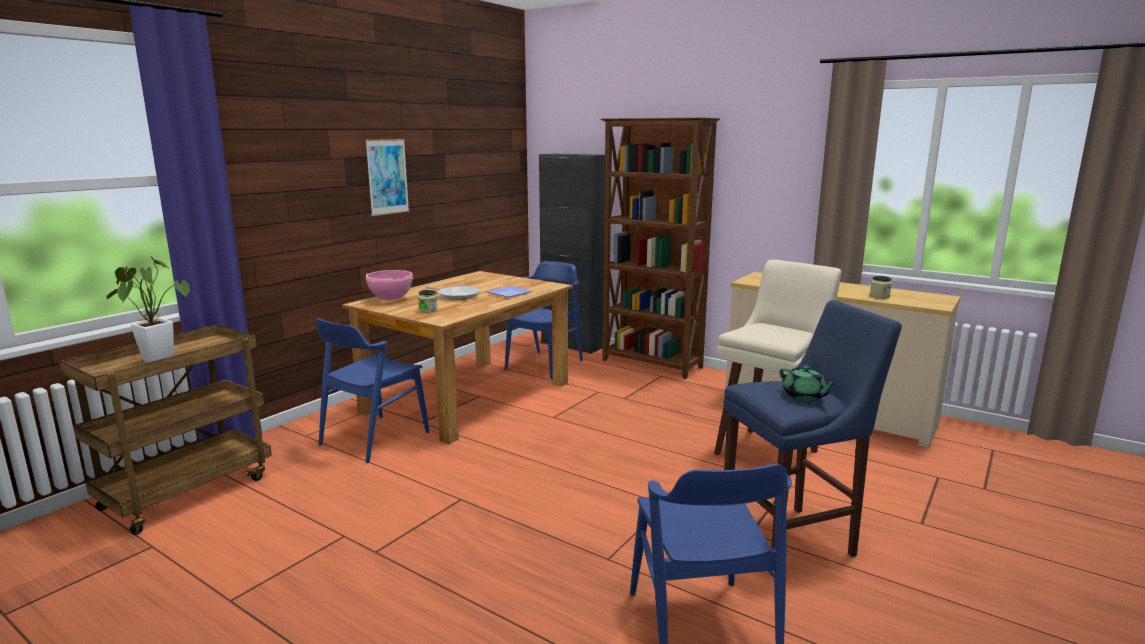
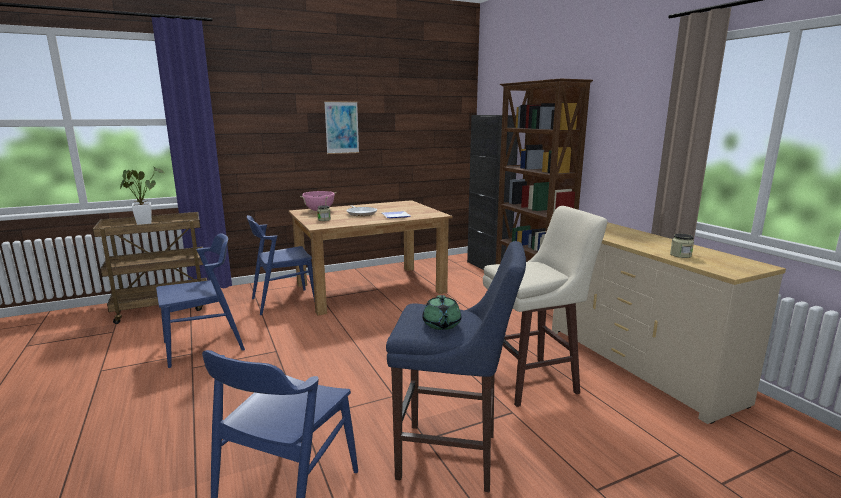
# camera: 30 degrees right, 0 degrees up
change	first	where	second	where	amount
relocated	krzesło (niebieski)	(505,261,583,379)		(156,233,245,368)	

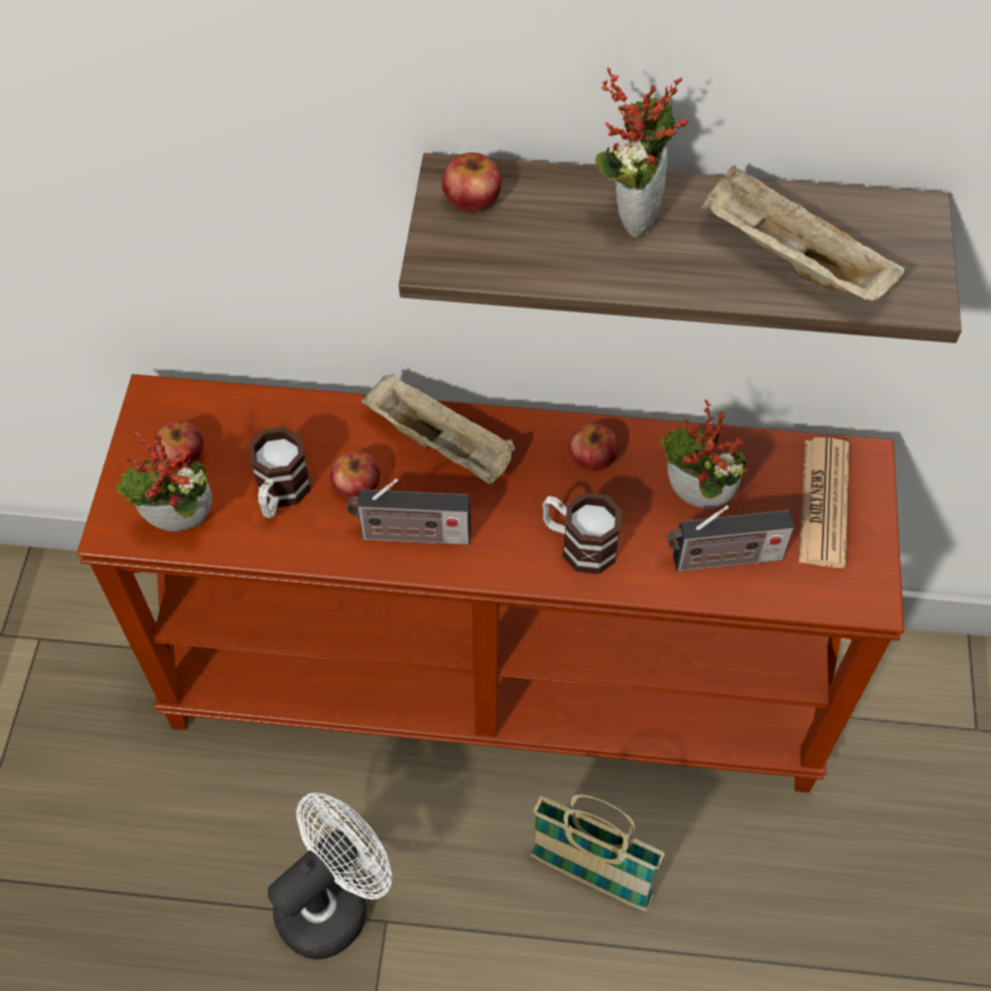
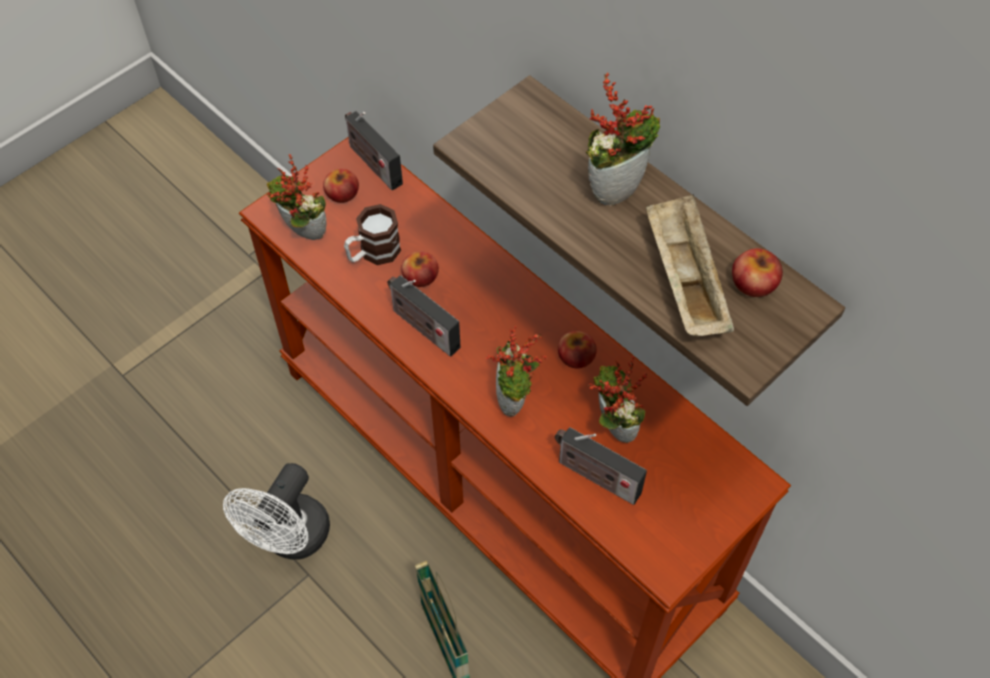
# camera: 40 degrees right, 0 degrees up
change	first	where	second	where	amount
spun	wentylator (biały)	(268,793,392,960)		(223,463,330,560)	120 degrees clockwise
appeared			radio	(345,111,403,190)	
exchanged	kubek	(542,492,622,574)	roślina doniczkowa	(486,326,548,417)	
relocated	jabłko	(442,153,502,212)		(732,248,783,297)	
missing	taca (beżowy)	(362,374,515,484)			
missing	gazeta	(799,437,849,568)			

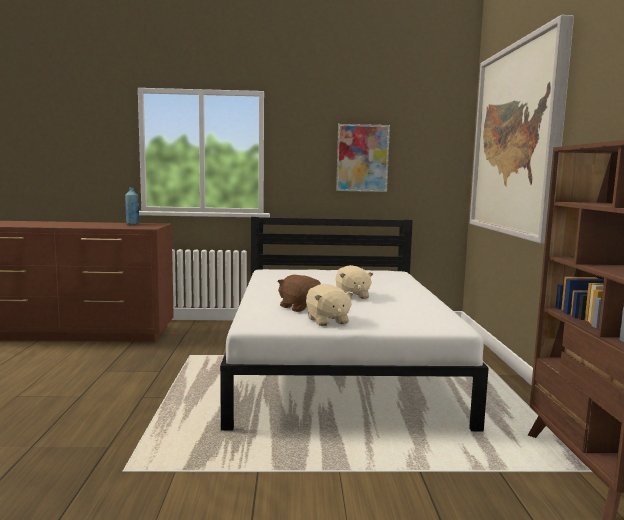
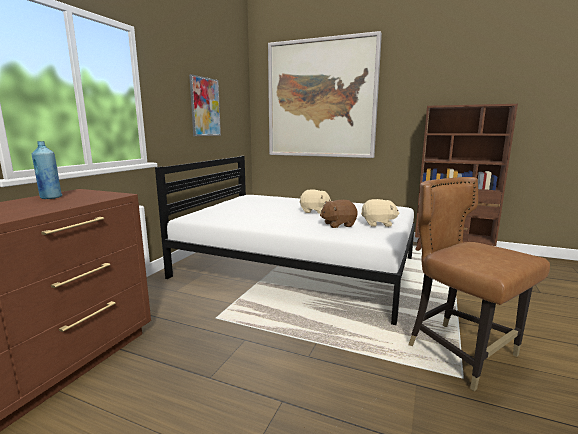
# camera: 65 degrees left, 5 degrees up
change	first	where	second	where	amount
appeared			krzesło (brązowy)	(409,177,550,391)	

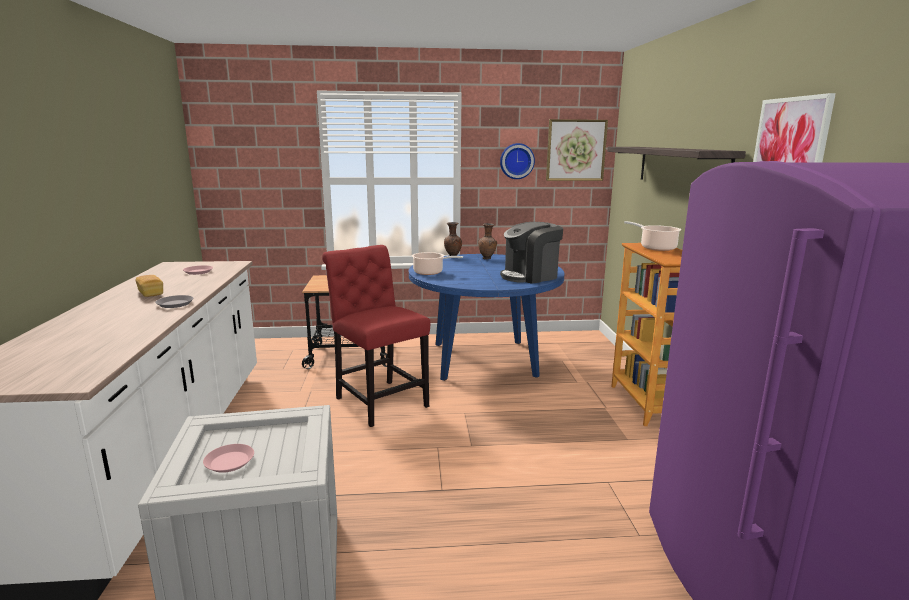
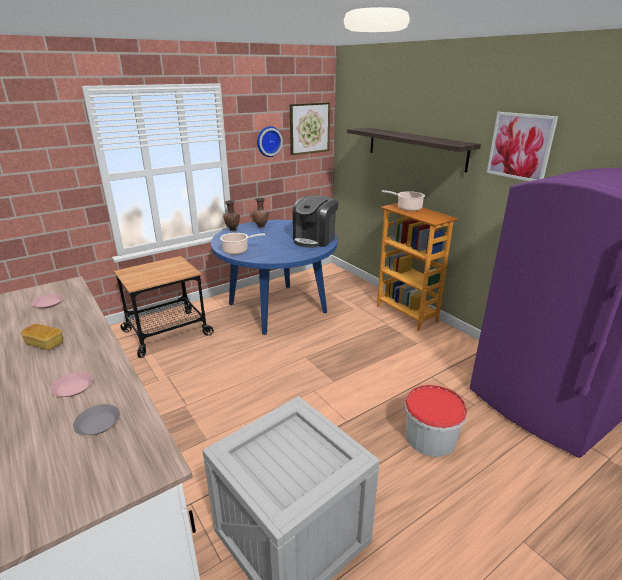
# camera: 30 degrees left, 10 degrees up
change	first	where	second	where	amount
relocated	talerz (różowy)	(203,444,254,473)		(50,372,93,397)	
relocated	talerz (szary)	(155,295,193,308)		(73,404,120,435)	
appeared			wiadro	(404,385,467,457)	
missing	krzesło (czerwony)	(322,245,430,427)			

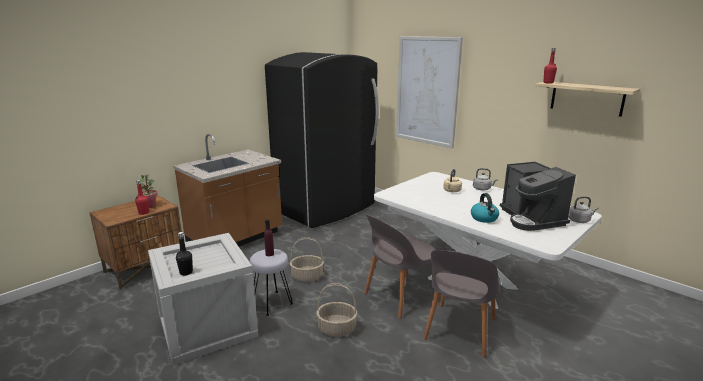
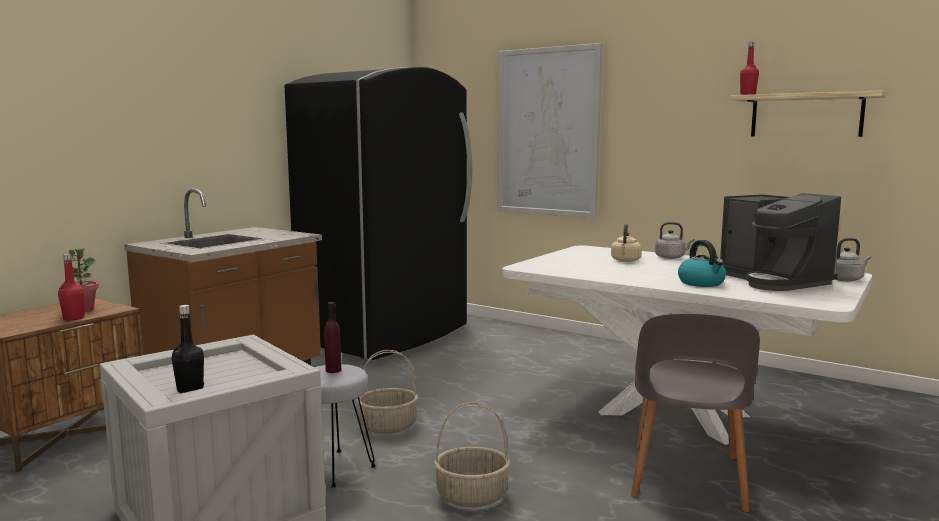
# camera: 10 degrees left, 10 degrees down
change	first	where	second	where	amount
missing	krzesło (szary)	(364,215,441,319)			

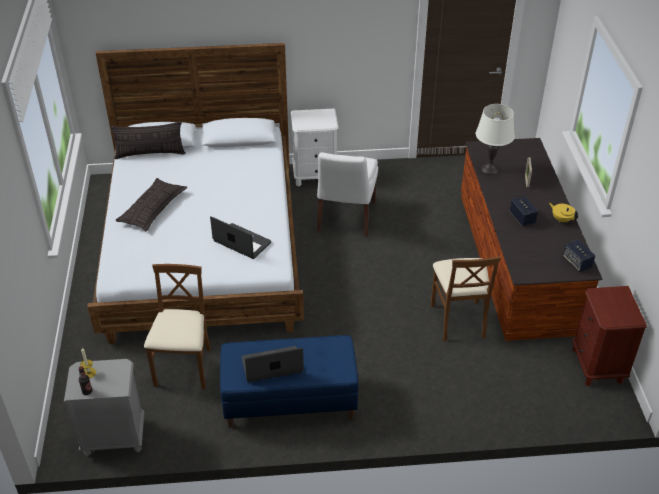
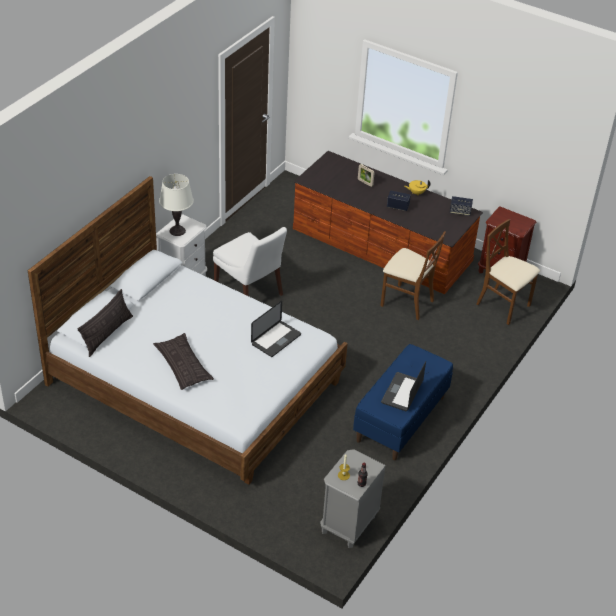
# camera: 55 degrees left, 0 degrees up
change	first	where	second	where	amount
relocated	lampa stołowa (biały)	(476,104,515,175)		(159,174,194,236)	
spun	laptop	(210,216,271,259)		(251,301,301,357)	150 degrees clockwise
relocated	krzesło (brązowy)	(144,264,211,390)		(476,219,540,325)	

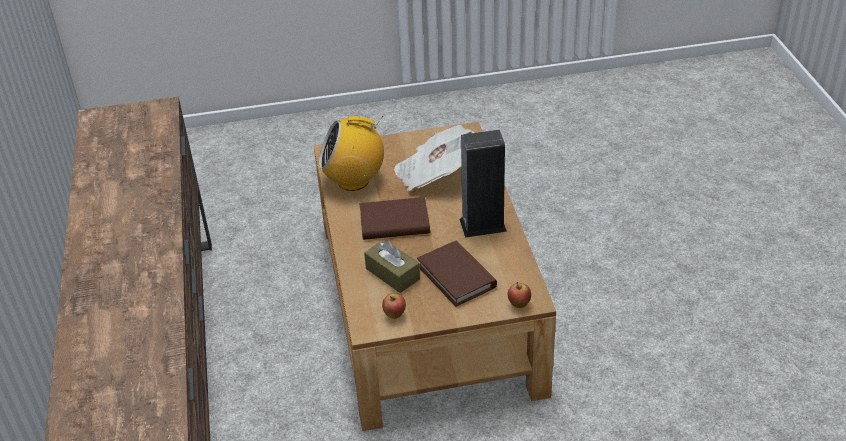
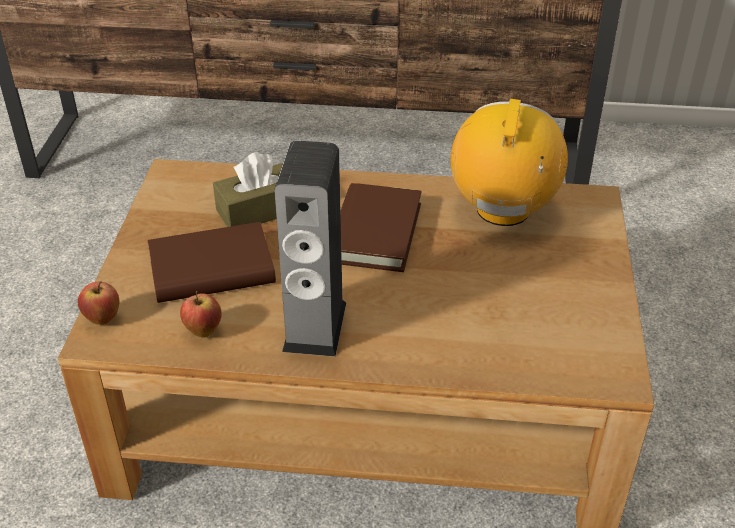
# camera: 105 degrees right, 0 degrees up
change	first	where	second	where	amount
relocated	jabłko	(382,293,406,319)		(180,291,222,338)	
missing	gazeta	(394,125,474,191)			

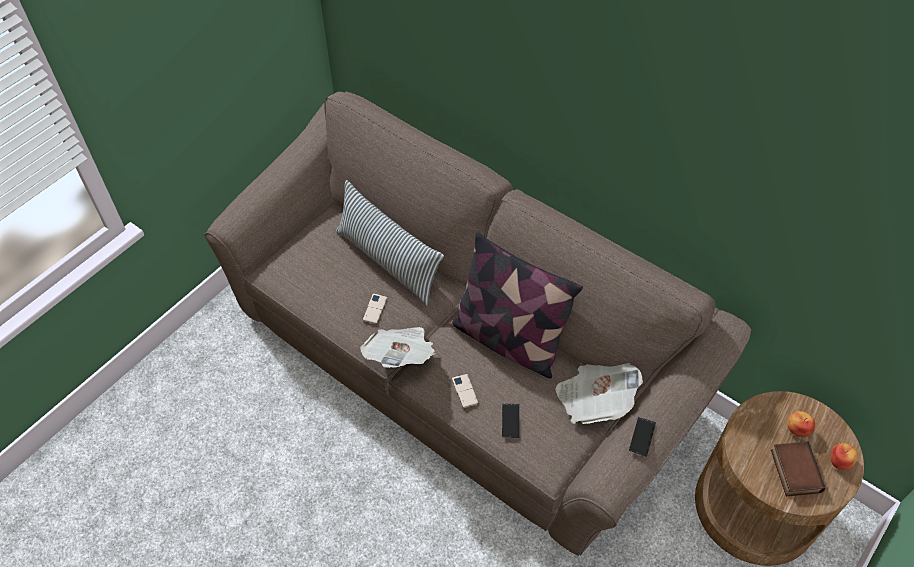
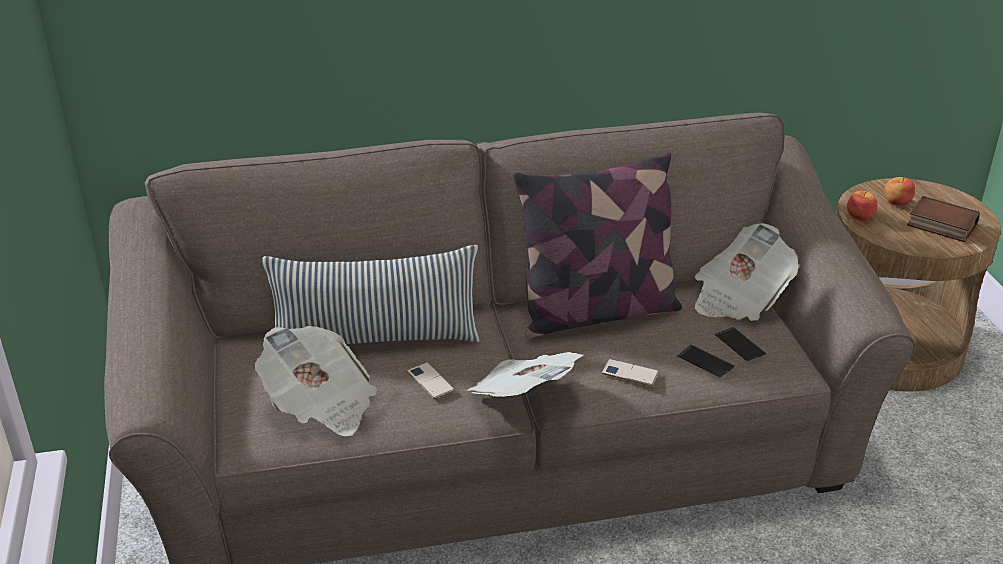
# camera: 50 degrees left, 20 degrees down
change	first	where	second	where	amount
appeared			gazeta	(255,326,377,437)	
relocated	telefon	(629,417,656,457)		(715,327,766,362)	
relocated	jabłko	(831,443,858,470)		(847,191,877,221)	

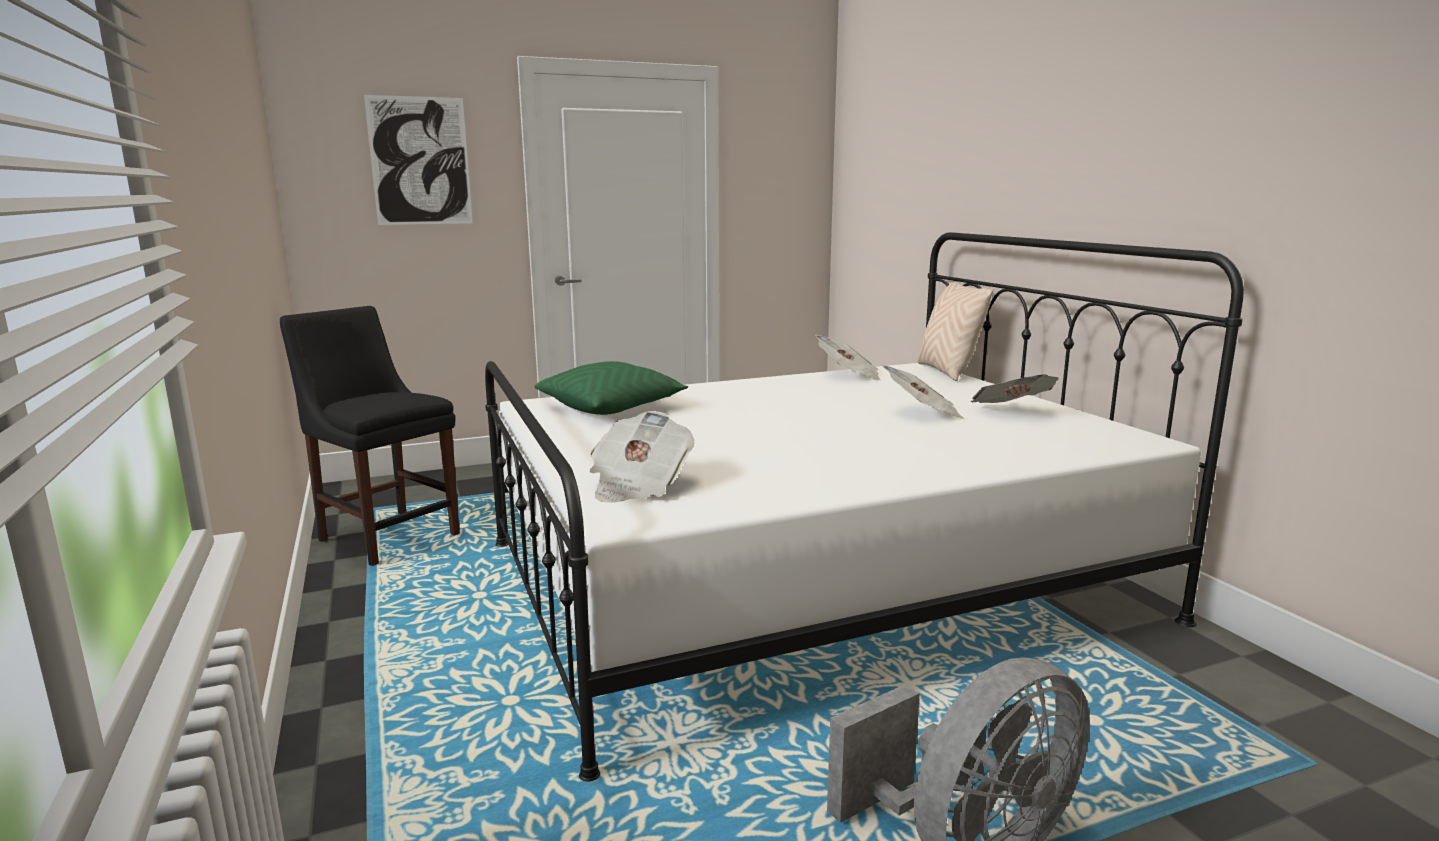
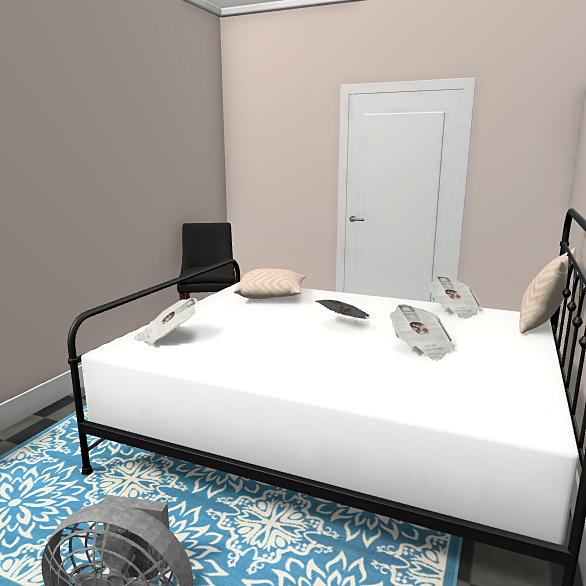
# camera: 45 degrees right, 0 degrees up
change	first	where	second	where	amount
colour	poduszka (zielony)	(535,361,688,415)	poduszka (beżowy)	(234,269,306,299)	
relocated	gazeta	(970,374,1059,403)		(316,300,370,319)	
missing	obraz	(364,95,473,225)			

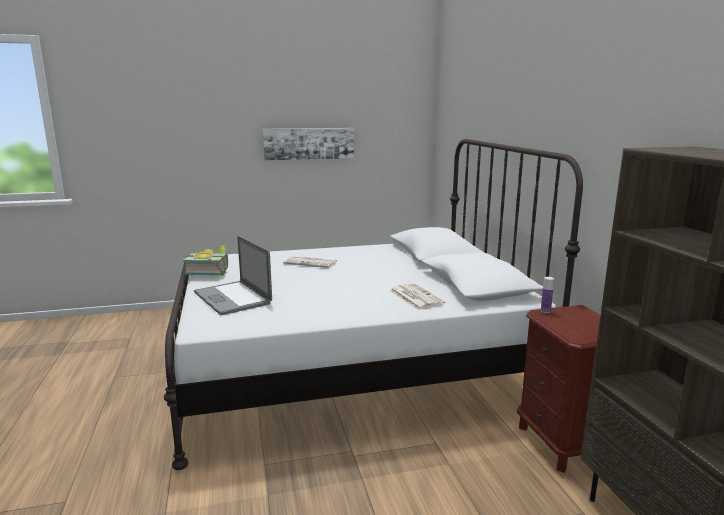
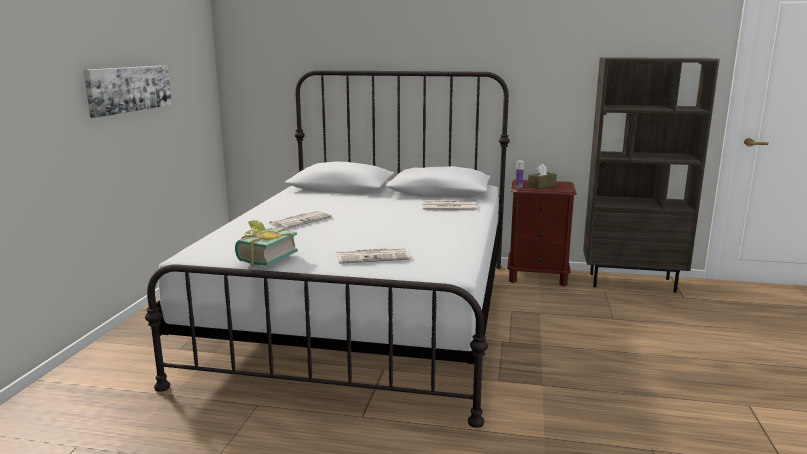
# camera: 65 degrees left, 0 degrees up
change	first	where	second	where	amount
exchanged	laptop	(194,235,272,315)	gazeta	(337,247,410,264)	
appeared			pudełko chusteczek (brązowy)	(528,163,557,189)	

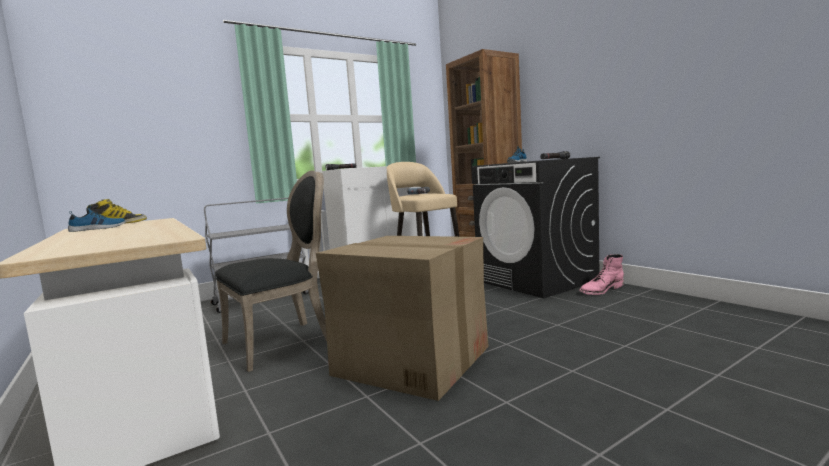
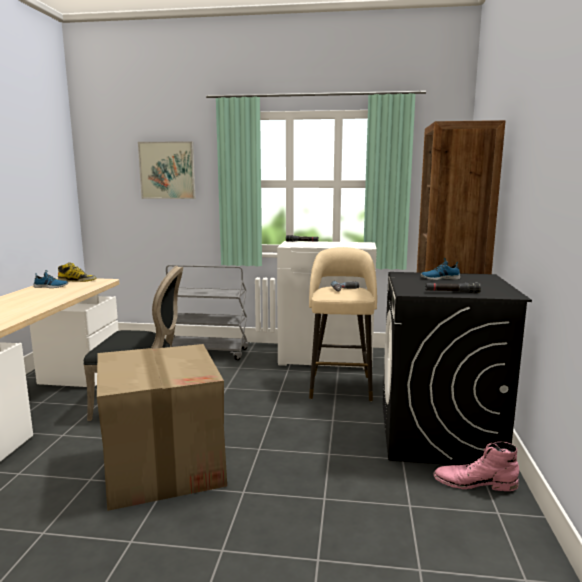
# camera: 40 degrees right, 5 degrees up
change	first	where	second	where	amount
appeared			obraz	(138,141,195,199)	

